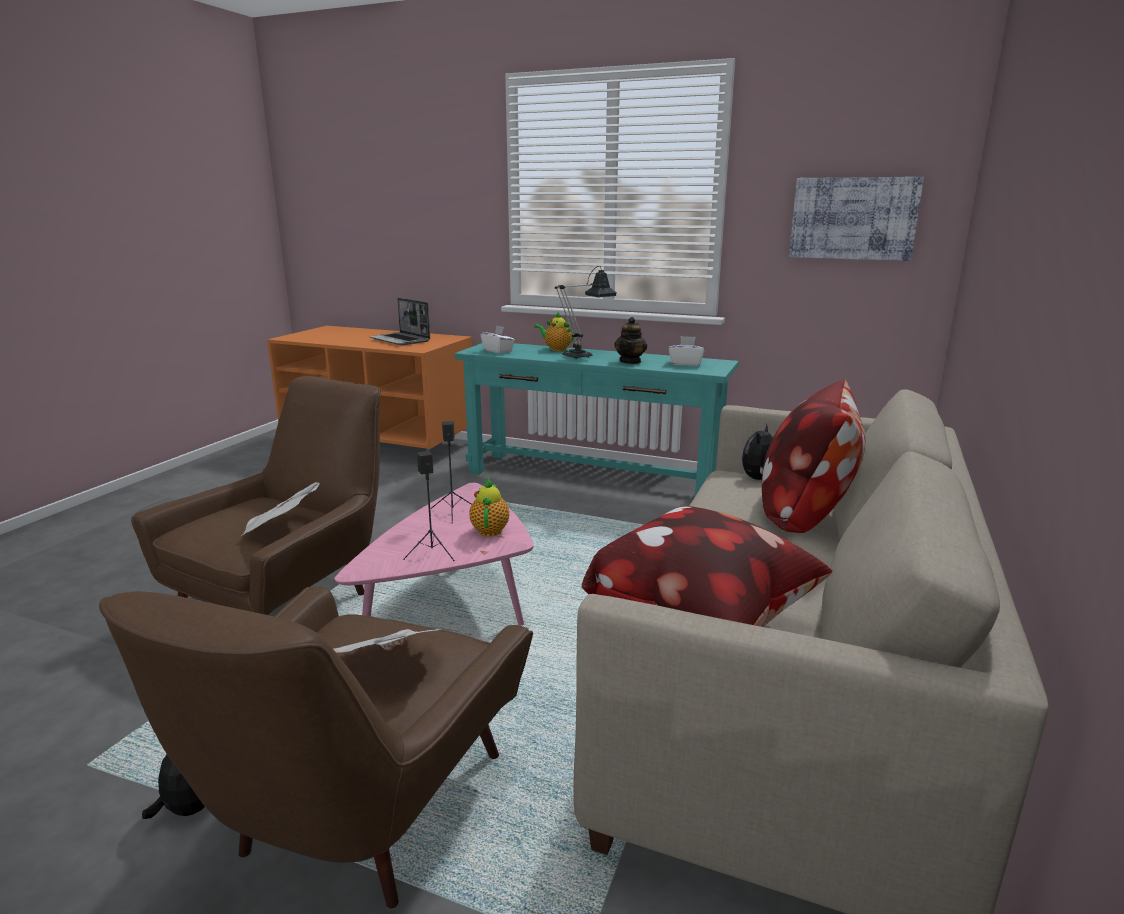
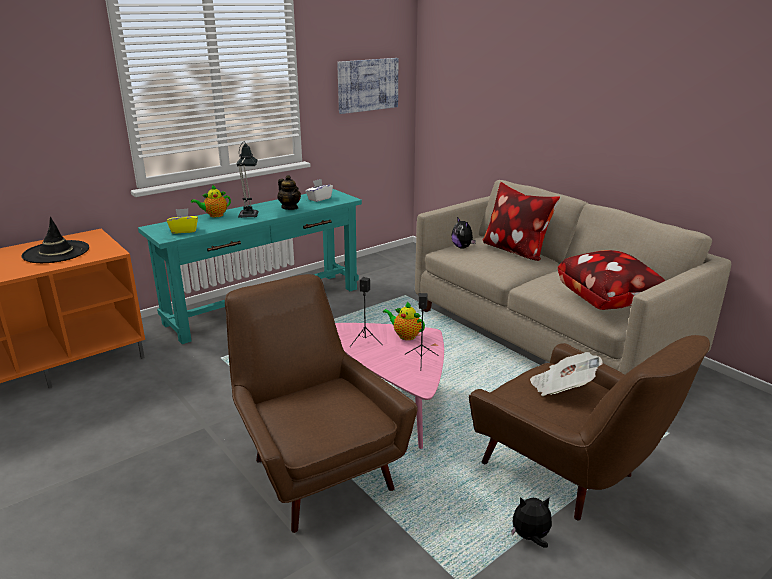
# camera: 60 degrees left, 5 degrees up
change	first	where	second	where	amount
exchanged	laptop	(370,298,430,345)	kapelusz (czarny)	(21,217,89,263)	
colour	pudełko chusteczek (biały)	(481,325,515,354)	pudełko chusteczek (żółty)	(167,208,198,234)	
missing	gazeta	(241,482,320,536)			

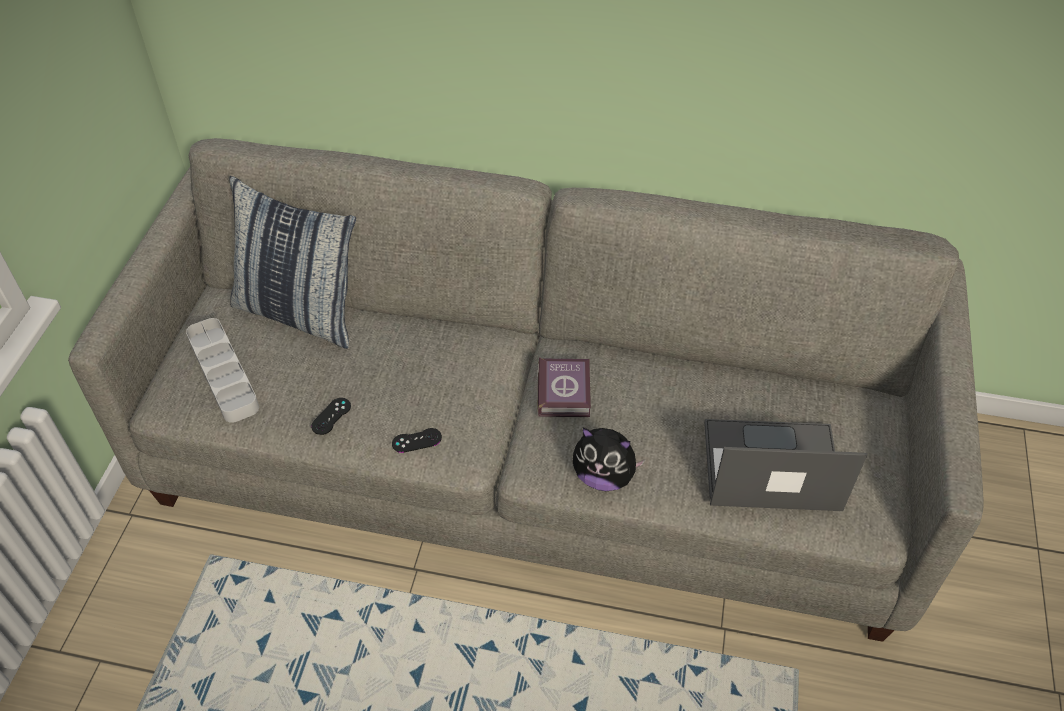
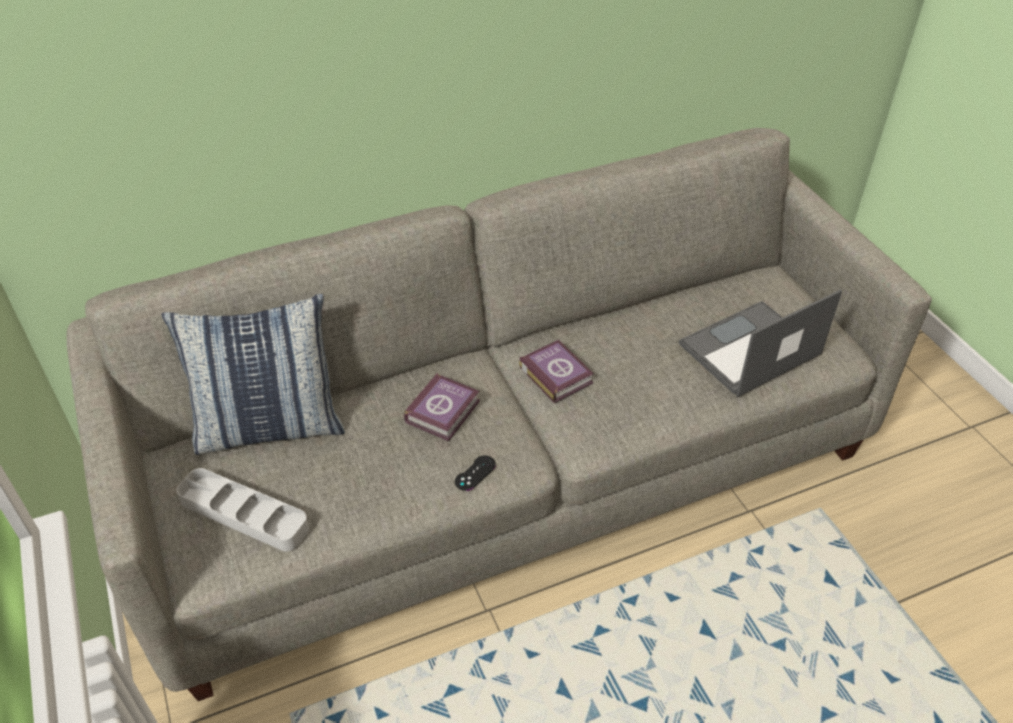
# camera: 35 degrees left, 5 degrees down
change	first	where	second	where	amount
appeared			książka	(404,373,480,441)	
missing	pad do gier (czarny)	(311,398,351,435)			
missing	pluszak	(572,428,646,491)			

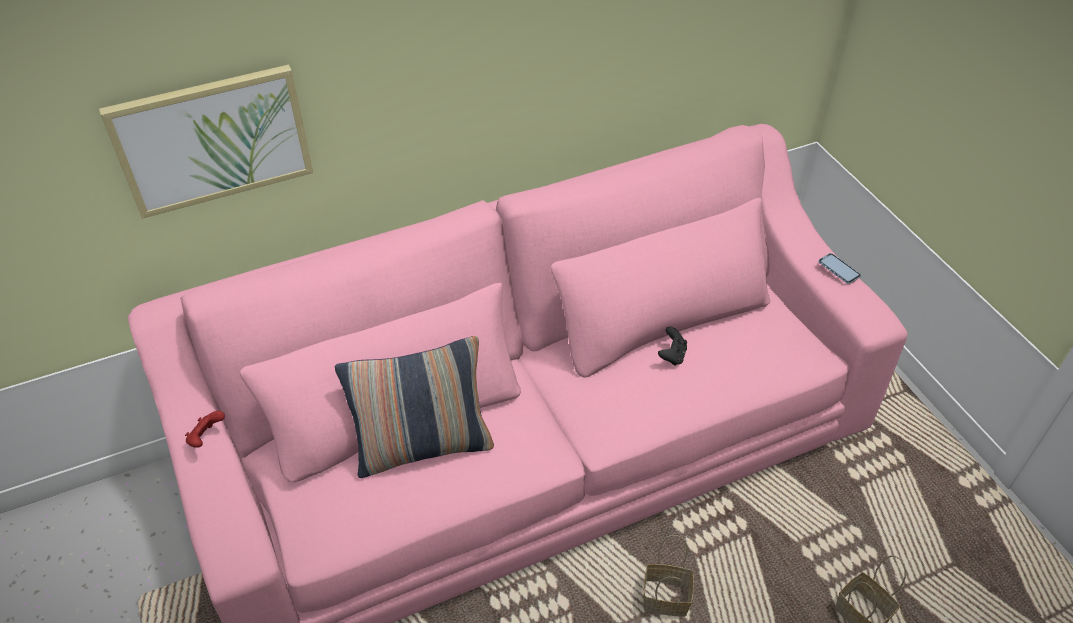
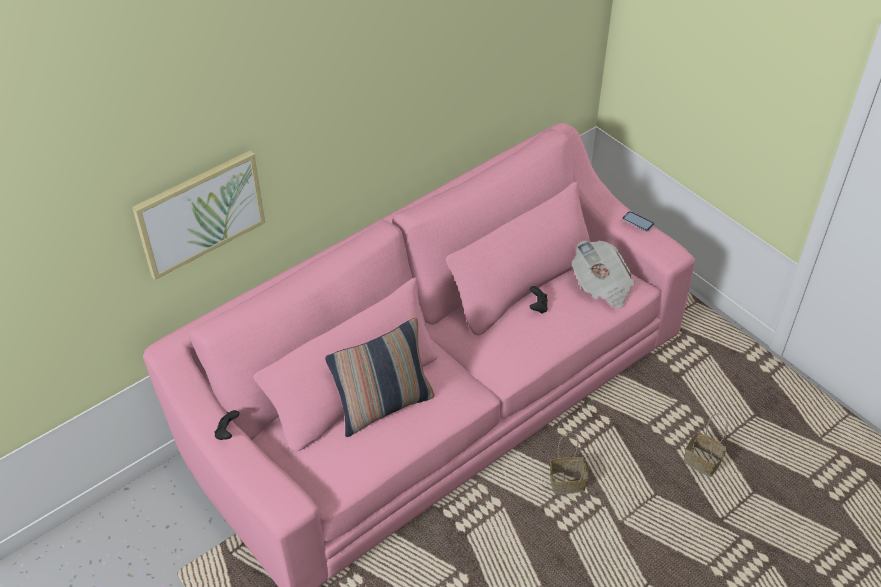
# camera: 15 degrees left, 0 degrees up
change	first	where	second	where	amount
colour	pad do gier (czerwony)	(185,411,225,448)	pad do gier (czarny)	(214,410,240,440)	
appeared			gazeta	(572,240,635,309)	

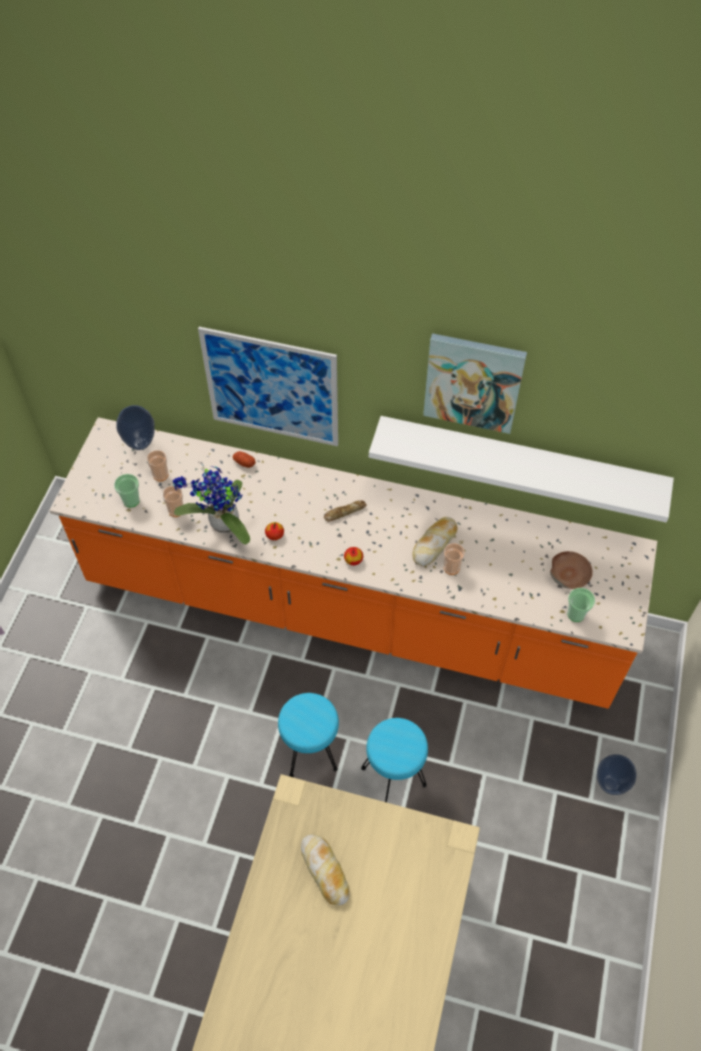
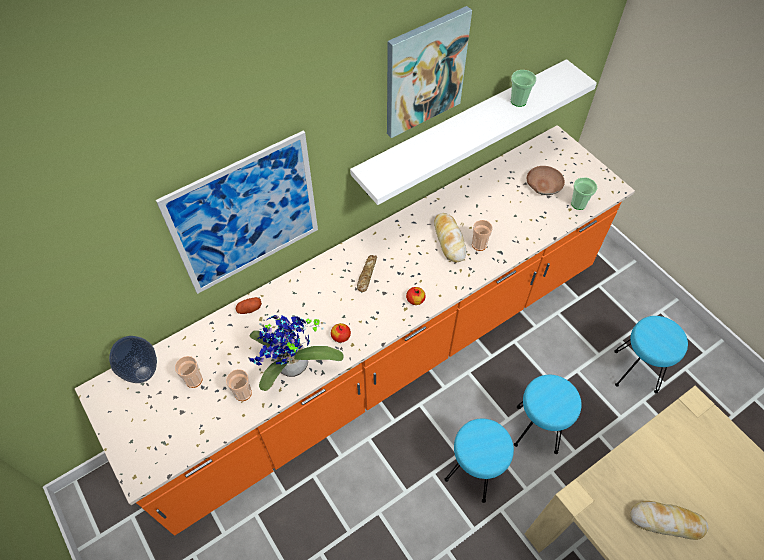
# camera: 50 degrees left, 0 degrees up
change	first	where	second	where	amount
relocated	filiżanka	(114,474,140,507)		(511,70,536,107)	
appeared			stołek (turkusowy)	(614,316,688,394)	
missing	wazon	(597,754,636,795)			

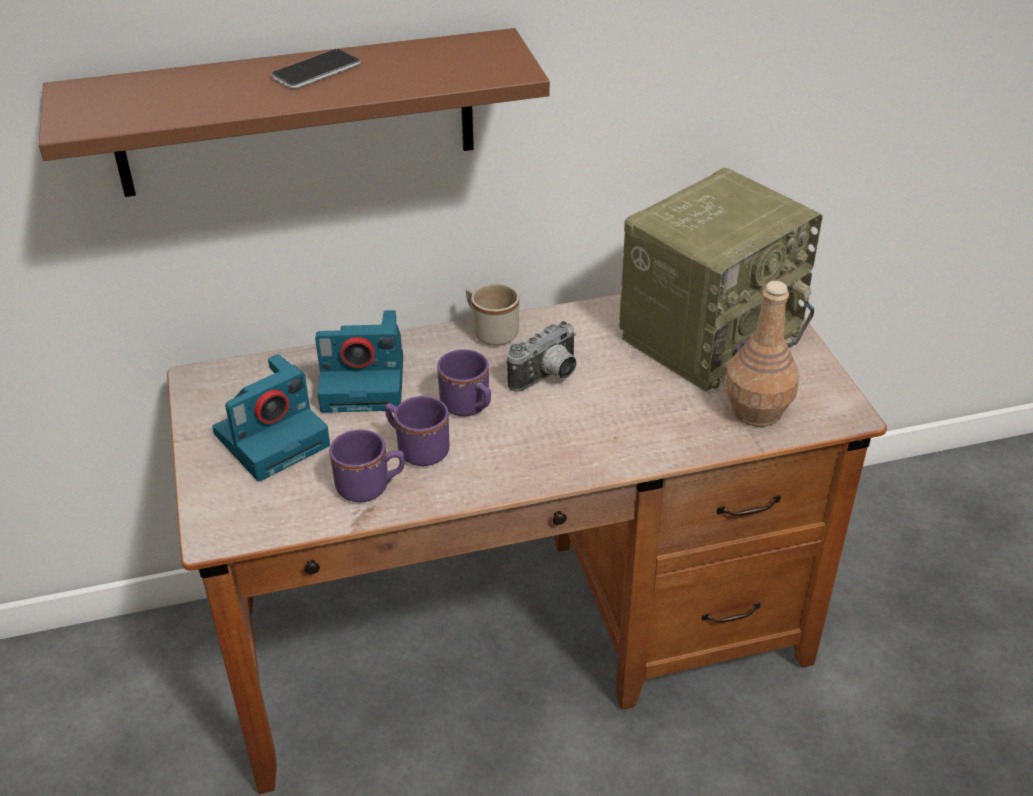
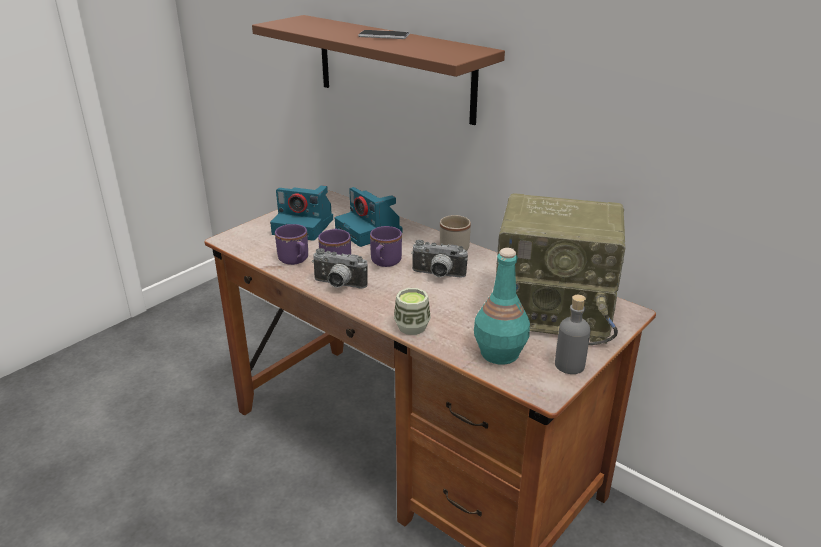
# camera: 55 degrees right, 10 degrees down
change	first	where	second	where	amount
appeared			aparat fotograficzny	(312,248,368,288)	
appeared			filiżanka	(394,288,431,335)	
colour	butelka (brązowy)	(724,281,799,427)	butelka (turkusowy)	(474,248,530,365)	
appeared			butelka (szary)	(555,295,591,374)	

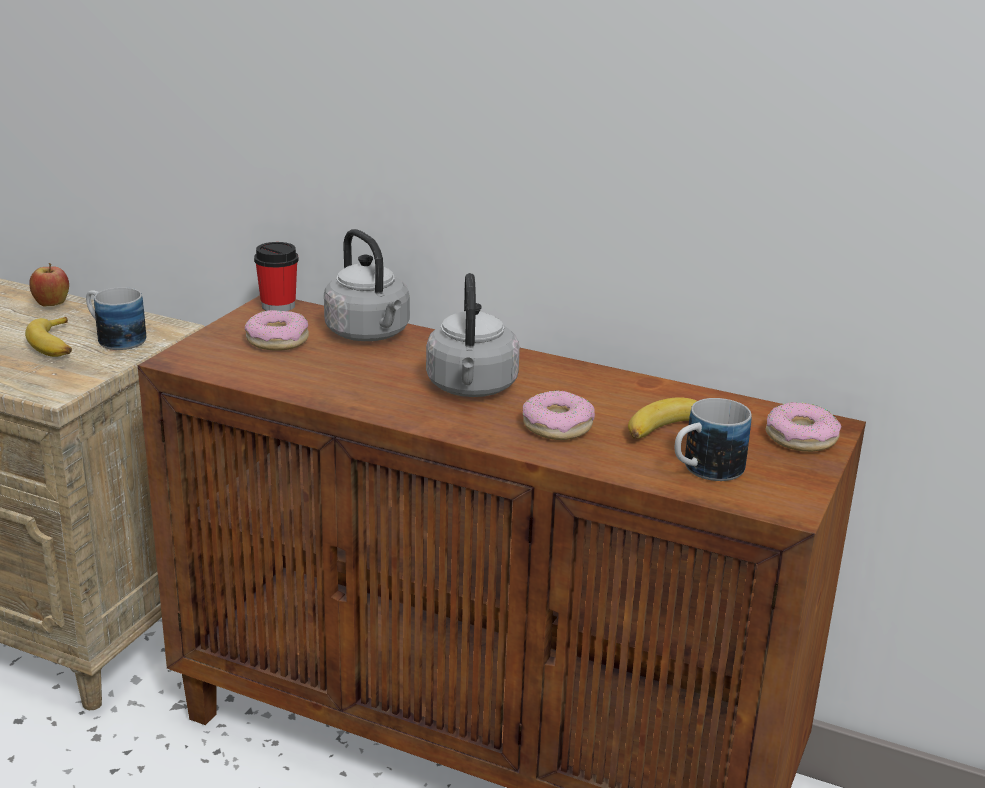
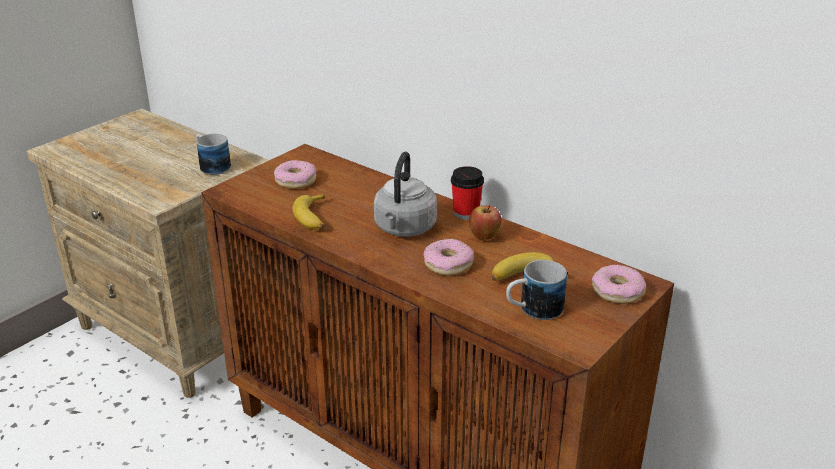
# camera: 15 degrees right, 5 degrees up
change	first	where	second	where	amount
relocated	banan	(25,317,72,357)		(293,193,325,230)	
relocated	filiżanka	(254,242,299,311)		(451,166,484,220)	
relocated	jabłko	(29,263,69,307)		(469,205,502,240)	
missing	czajnik (szary)	(324,229,410,341)			

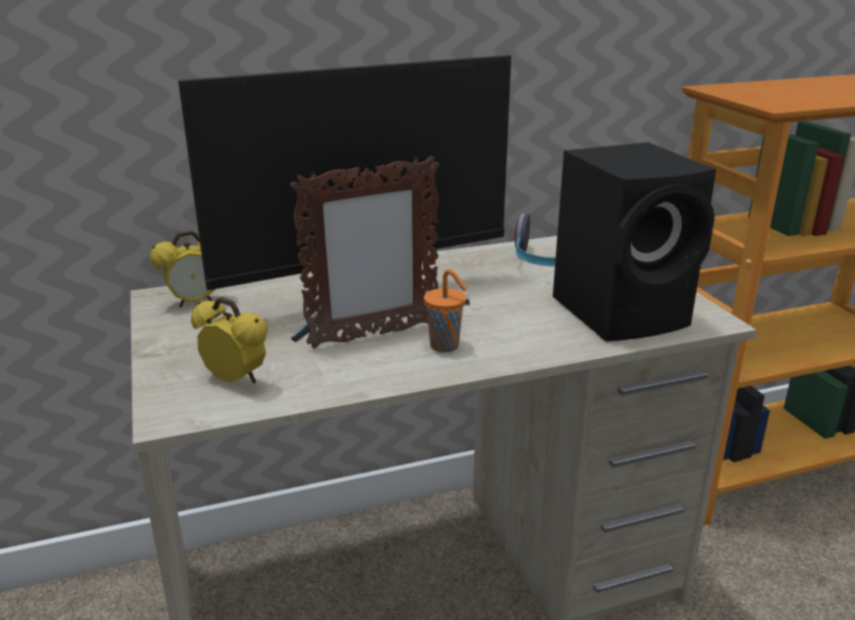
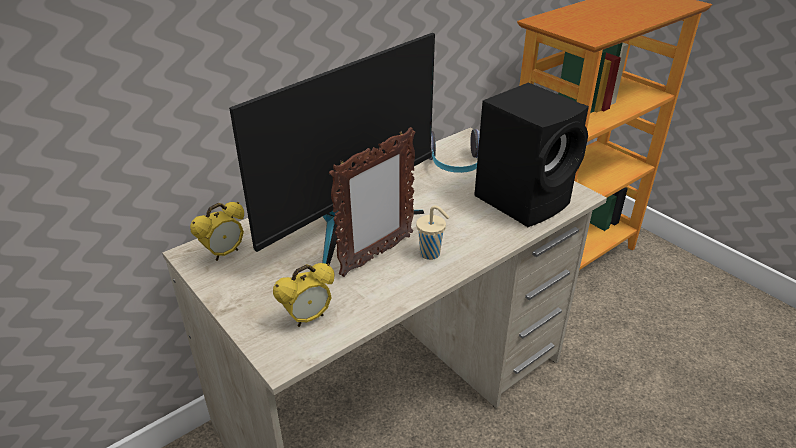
# camera: 20 degrees left, 10 degrees up
change	first	where	second	where	amount
spun	budzik	(191,297,268,383)		(273,263,335,327)	135 degrees clockwise
colour	filiżanka (pomarańczowy)	(424,269,467,352)	filiżanka (beżowy)	(416,205,449,260)	

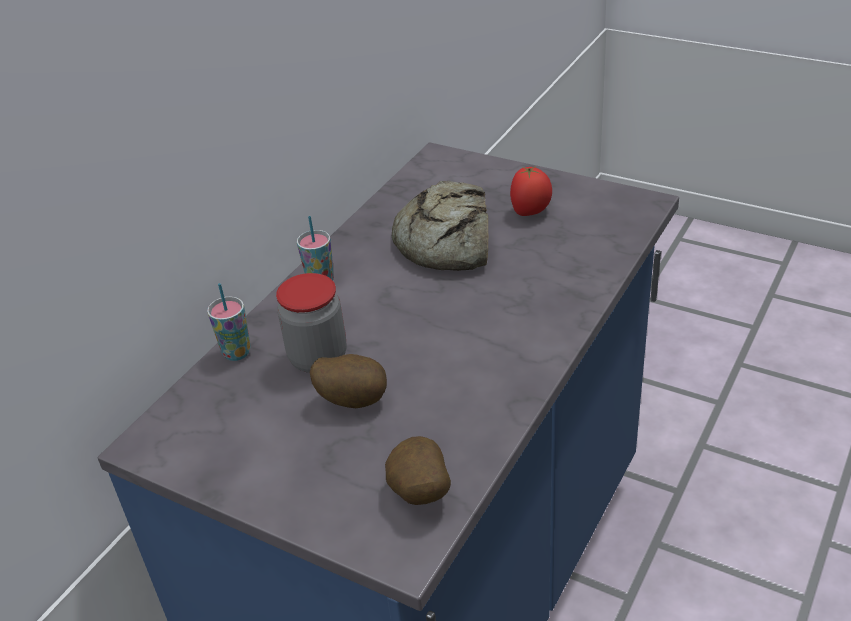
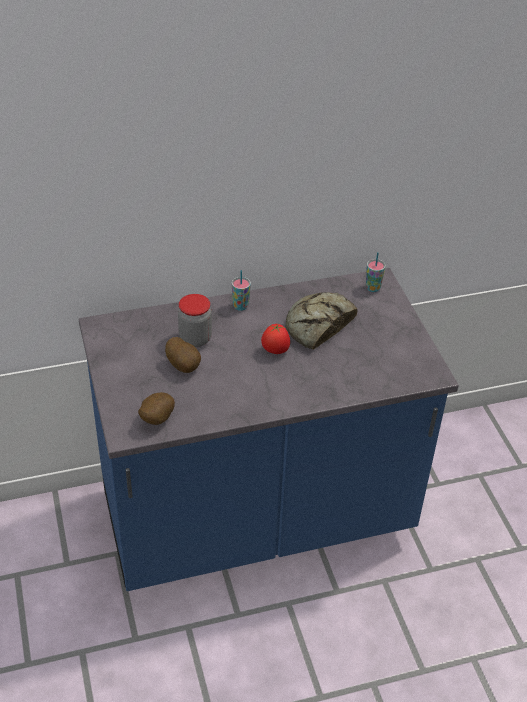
# camera: 40 degrees right, 5 degrees up
change	first	where	second	where	amount
relocated	pomidor	(510,166,552,216)		(261,324,290,354)	
relocated	filiżanka	(207,283,250,361)		(366,252,386,292)	

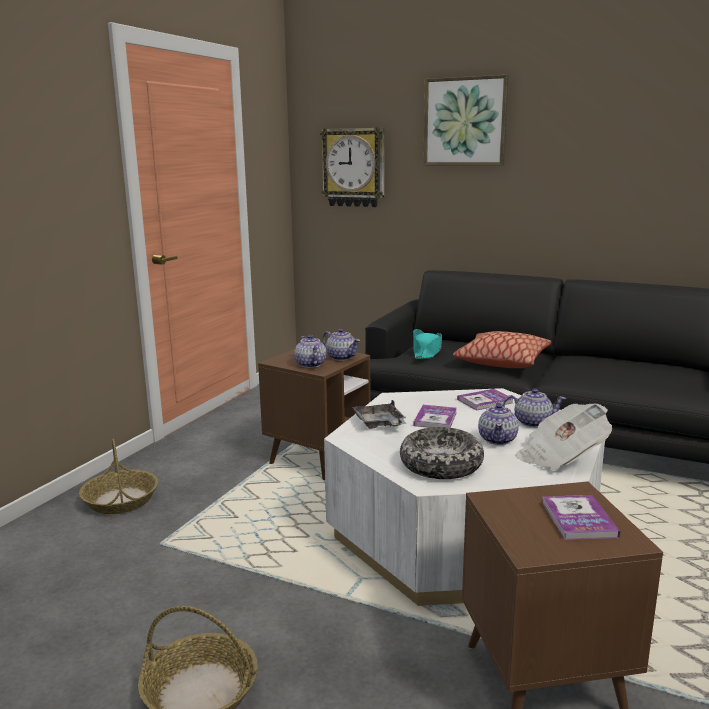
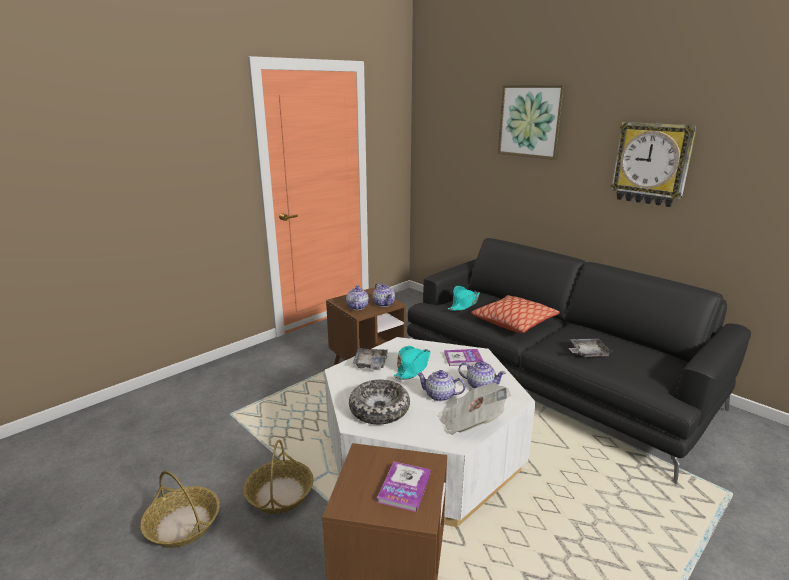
# camera: 20 degrees right, 5 degrees up
change	first	where	second	where	amount
relocated	koszyk	(79,439,158,514)		(243,439,313,514)	
exchanged	książka	(414,405,457,428)	kapelusz (turkusowy)	(394,346,431,380)	
spun	imbryk	(478,402,519,445)		(417,370,465,402)	75 degrees clockwise
appeared			taca (szary)	(569,339,613,357)	
relocated	zegar ścienny	(320,128,384,207)		(611,122,697,207)	

